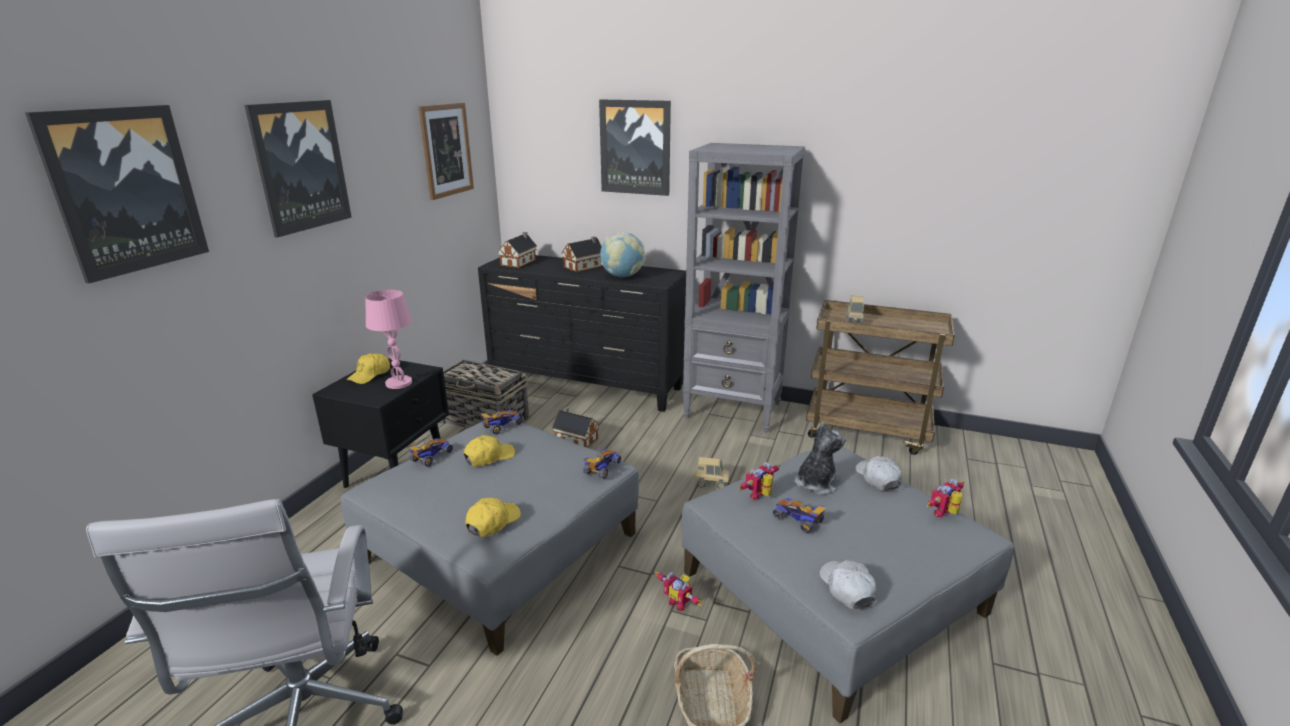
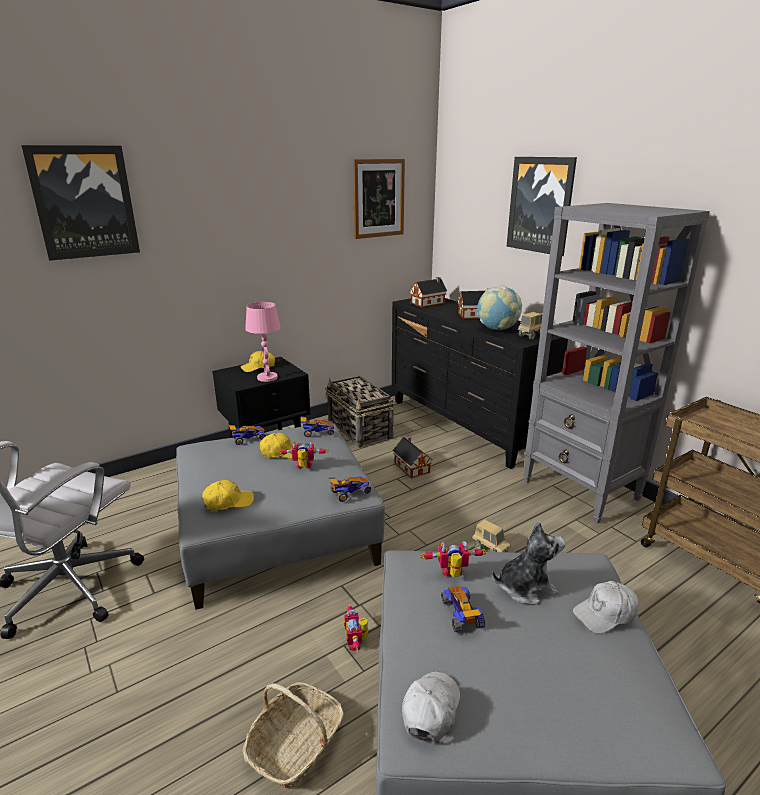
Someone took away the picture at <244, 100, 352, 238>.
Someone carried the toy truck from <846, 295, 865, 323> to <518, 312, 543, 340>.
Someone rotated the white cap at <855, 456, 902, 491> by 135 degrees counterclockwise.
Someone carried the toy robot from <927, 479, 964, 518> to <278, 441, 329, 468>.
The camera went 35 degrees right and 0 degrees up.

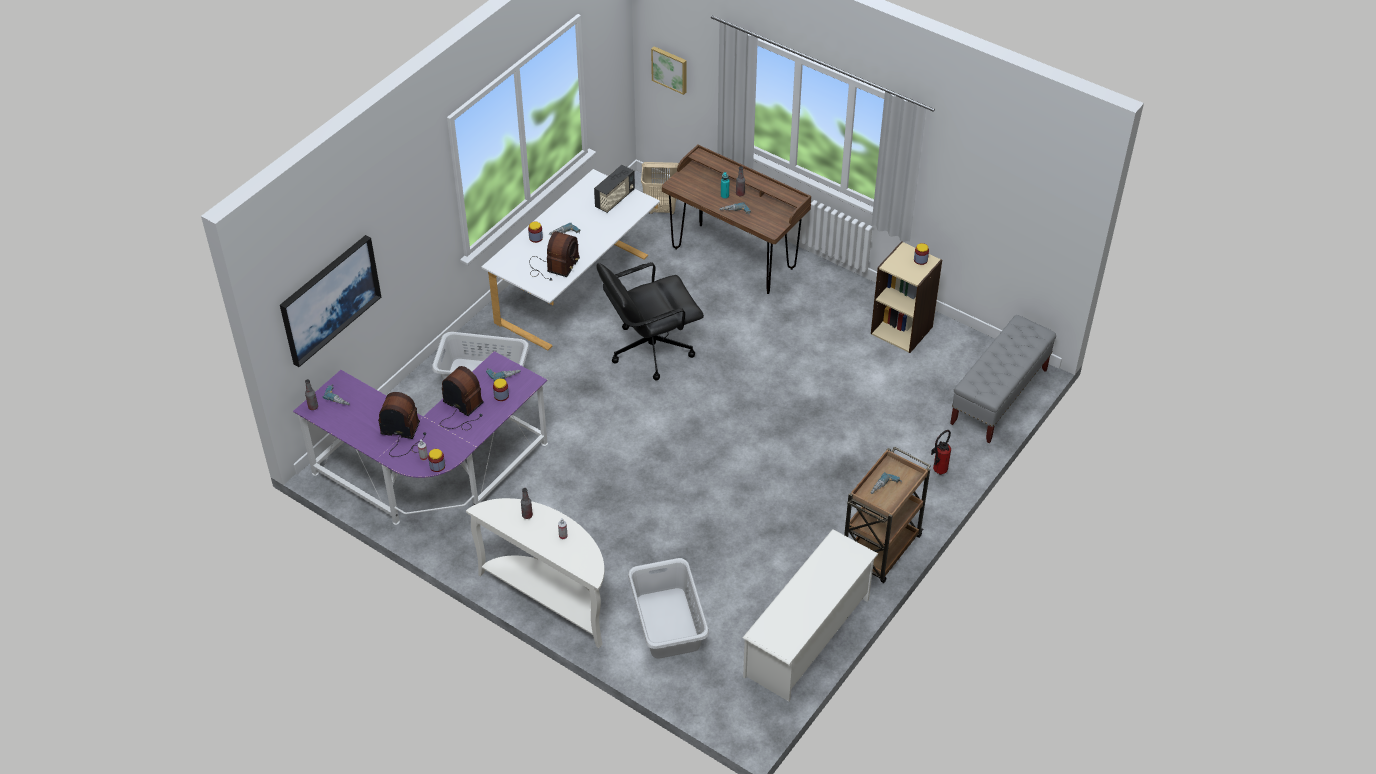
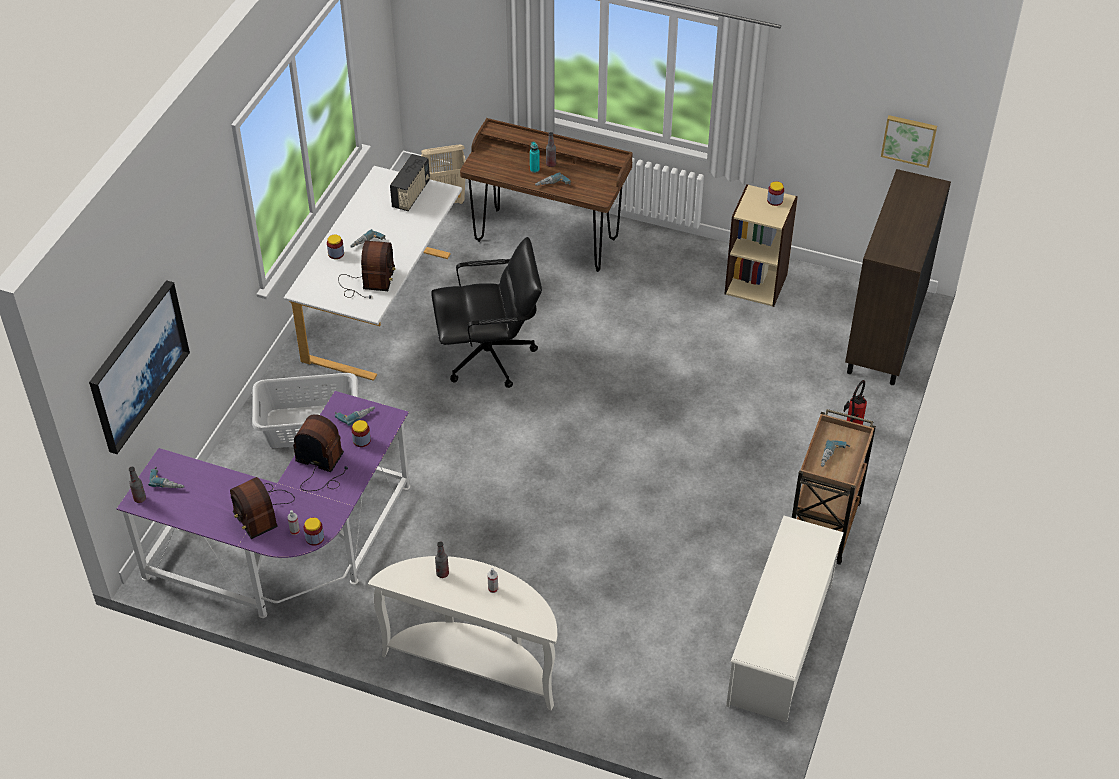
Someone carried the picture from <651, 46, 686, 95> to <881, 115, 937, 168>.
Someone rotated the black office chair at <597, 262, 704, 380> by 150 degrees counterclockwise.
Someone swapped the grey bench at <950, 315, 1056, 443> for the brown cabinet at <845, 169, 951, 385>.
Someone rotated the radio at <378, 392, 426, 457> by 120 degrees counterclockwise.
Someone took away the grey laundry basket at <628, 558, 709, 659>.
The camera went 15 degrees left and 0 degrees up.

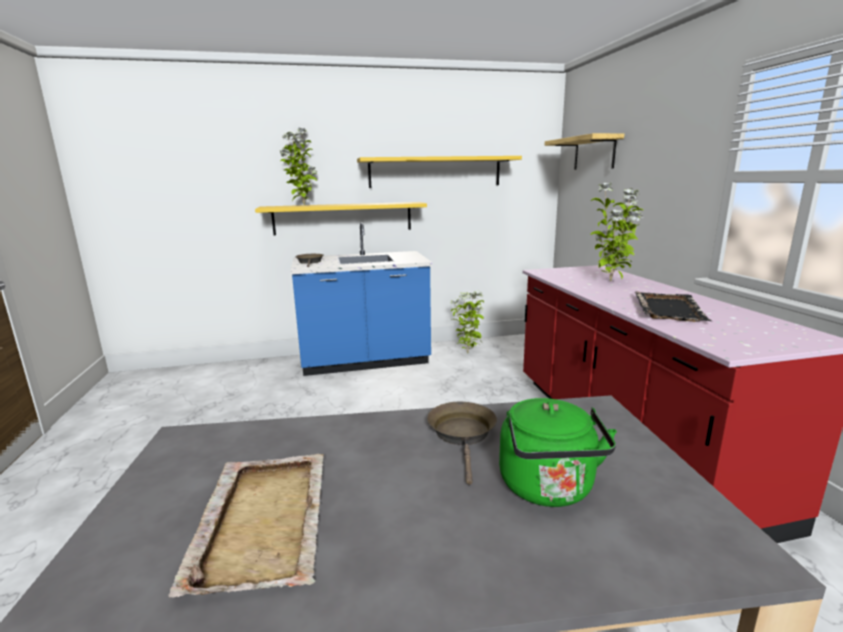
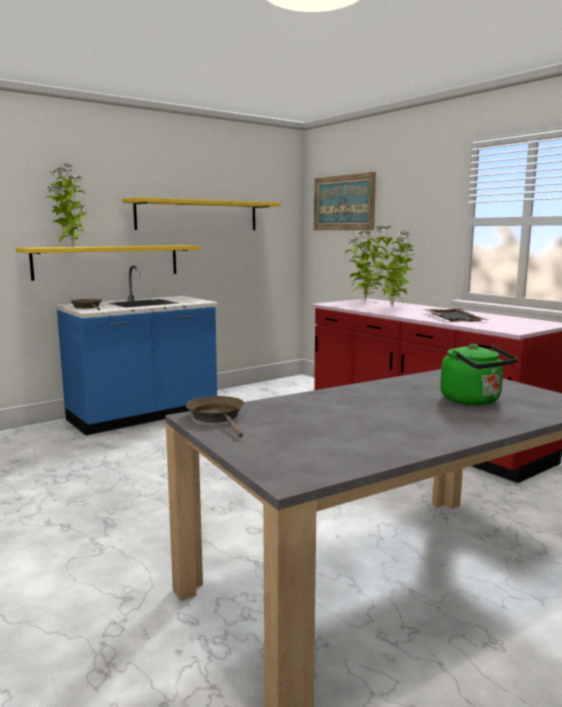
Someone swapped the shelf at <545, 133, 624, 170> for the picture at <314, 172, 376, 230>.
Someone carried the potted plant from <450, 290, 484, 354> to <345, 225, 386, 301>.
Someone carried the brown frying pan from <427, 402, 497, 485> to <186, 396, 244, 438>.
Someone took away the beige tray at <168, 454, 323, 598>.
The camera went 25 degrees left and 5 degrees down.

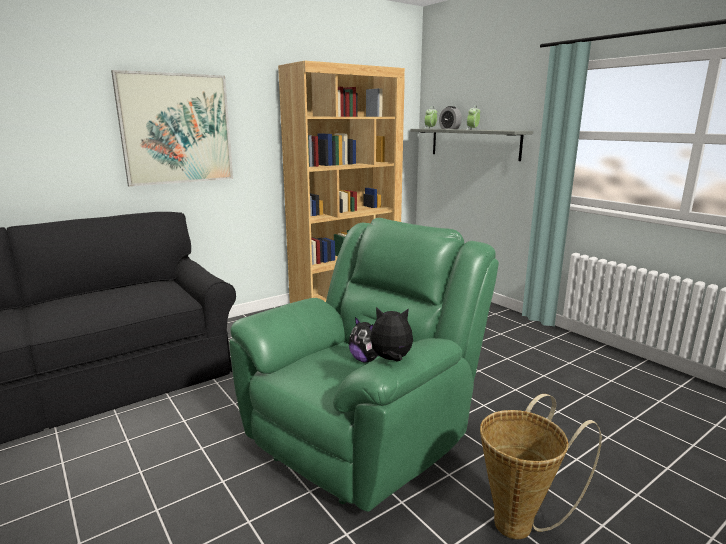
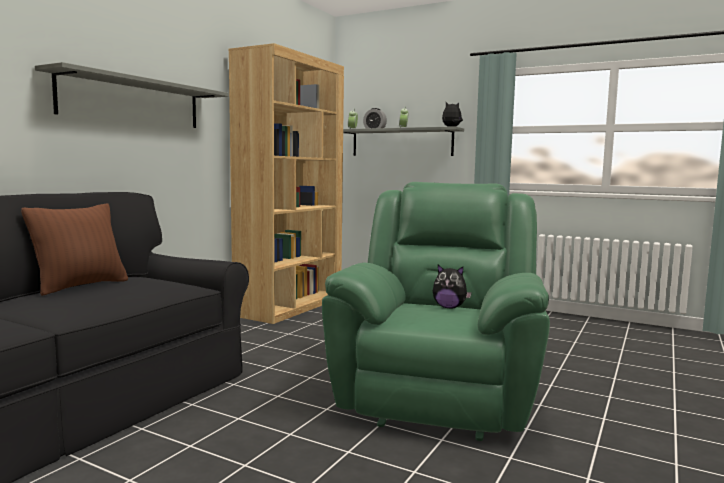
Someone swapped the picture at <111, 70, 233, 187> for the grey shelf at <35, 62, 229, 128>.
Someone carried the plush toy from <365, 307, 413, 362> to <442, 102, 463, 127>.
Someone took away the basket at <480, 394, 602, 539>.
Someone put down the brown pillow at <21, 204, 128, 296>.
The camera went 25 degrees left and 10 degrees down.

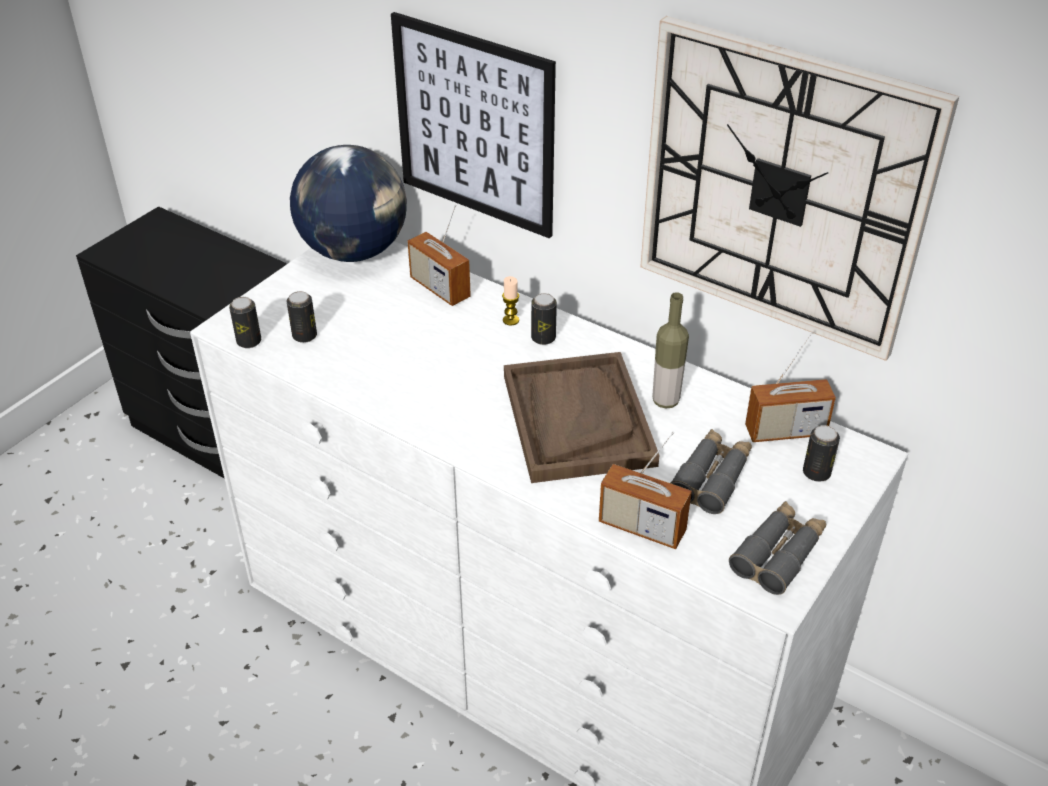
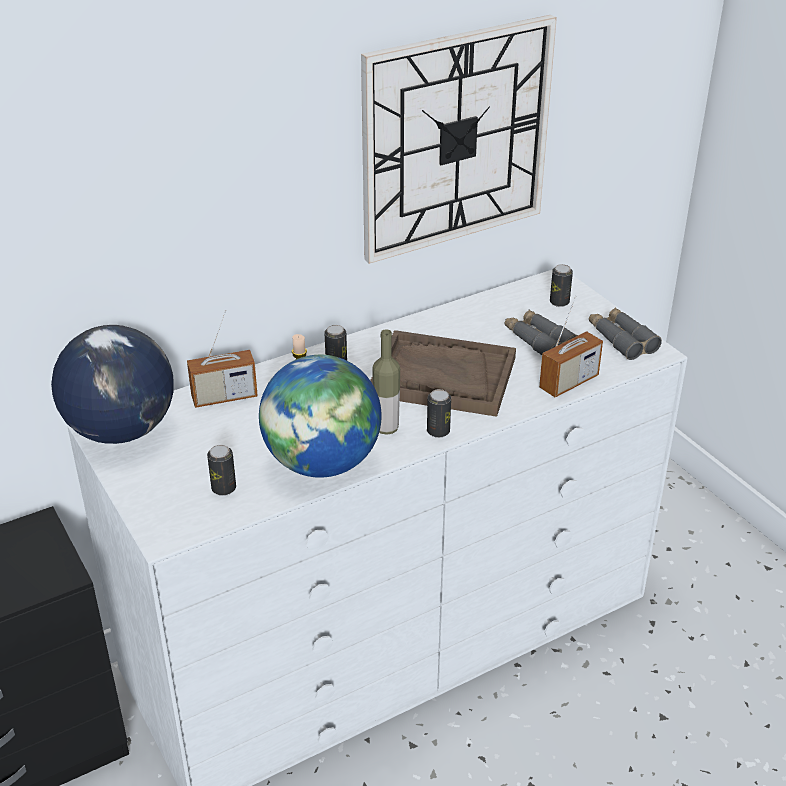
Someone took away the picture at <391, 12, 556, 238>.
Someone carried the bottle from <652, 292, 689, 409> to <372, 329, 400, 435>.
Someone carried the can from <229, 297, 261, 348> to <427, 389, 451, 438>.
Someone took away the radio at <745, 332, 836, 442>.
Someone put down the globe at <259, 355, 382, 478>.
The camera went 65 degrees left and 5 degrees down.

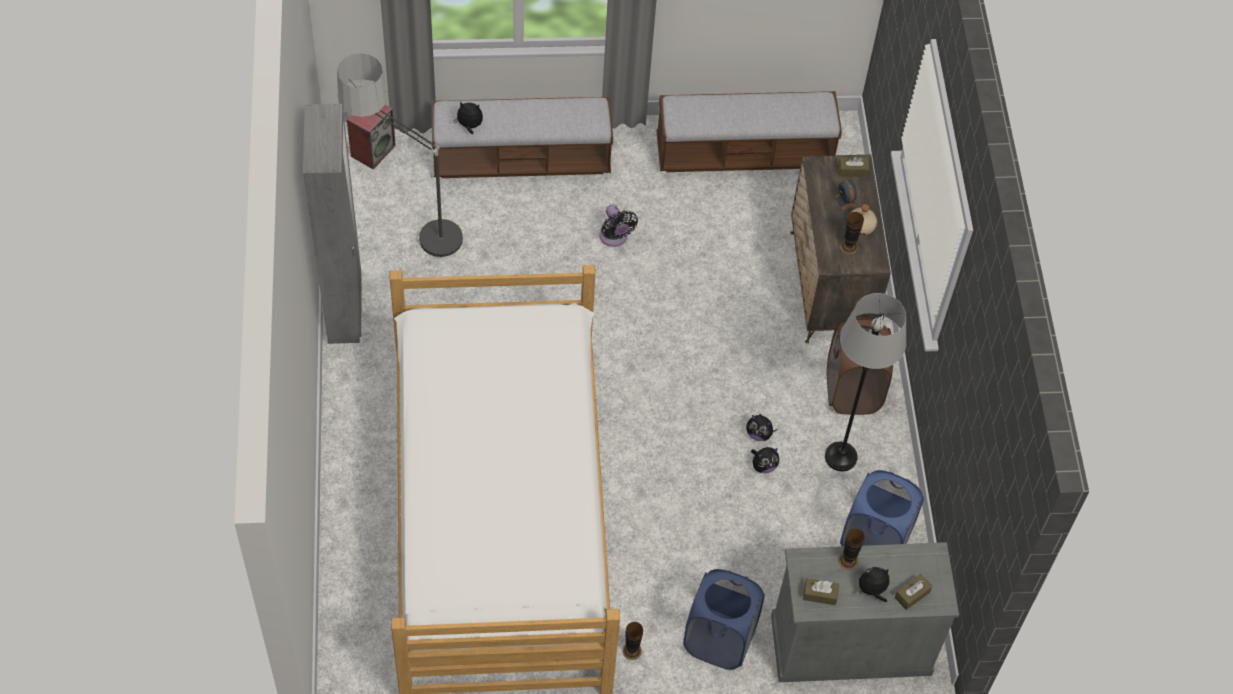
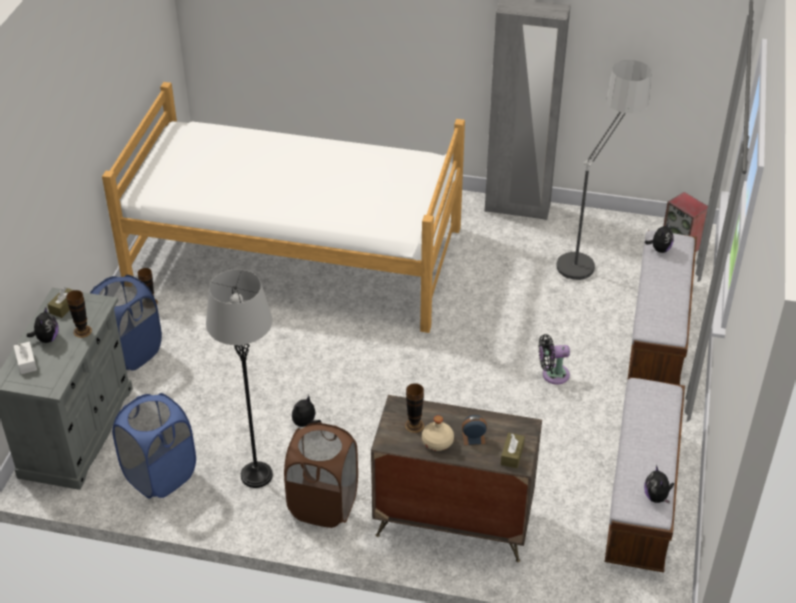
Someone carried the plush toy from <751, 447, 779, 473> to <644, 465, 674, 504>.
Someone repainted the brown tissue box at <895, 574, 933, 610>, which became the white tissue box at <14, 342, 37, 374>.
The camera went 110 degrees right and 15 degrees down.

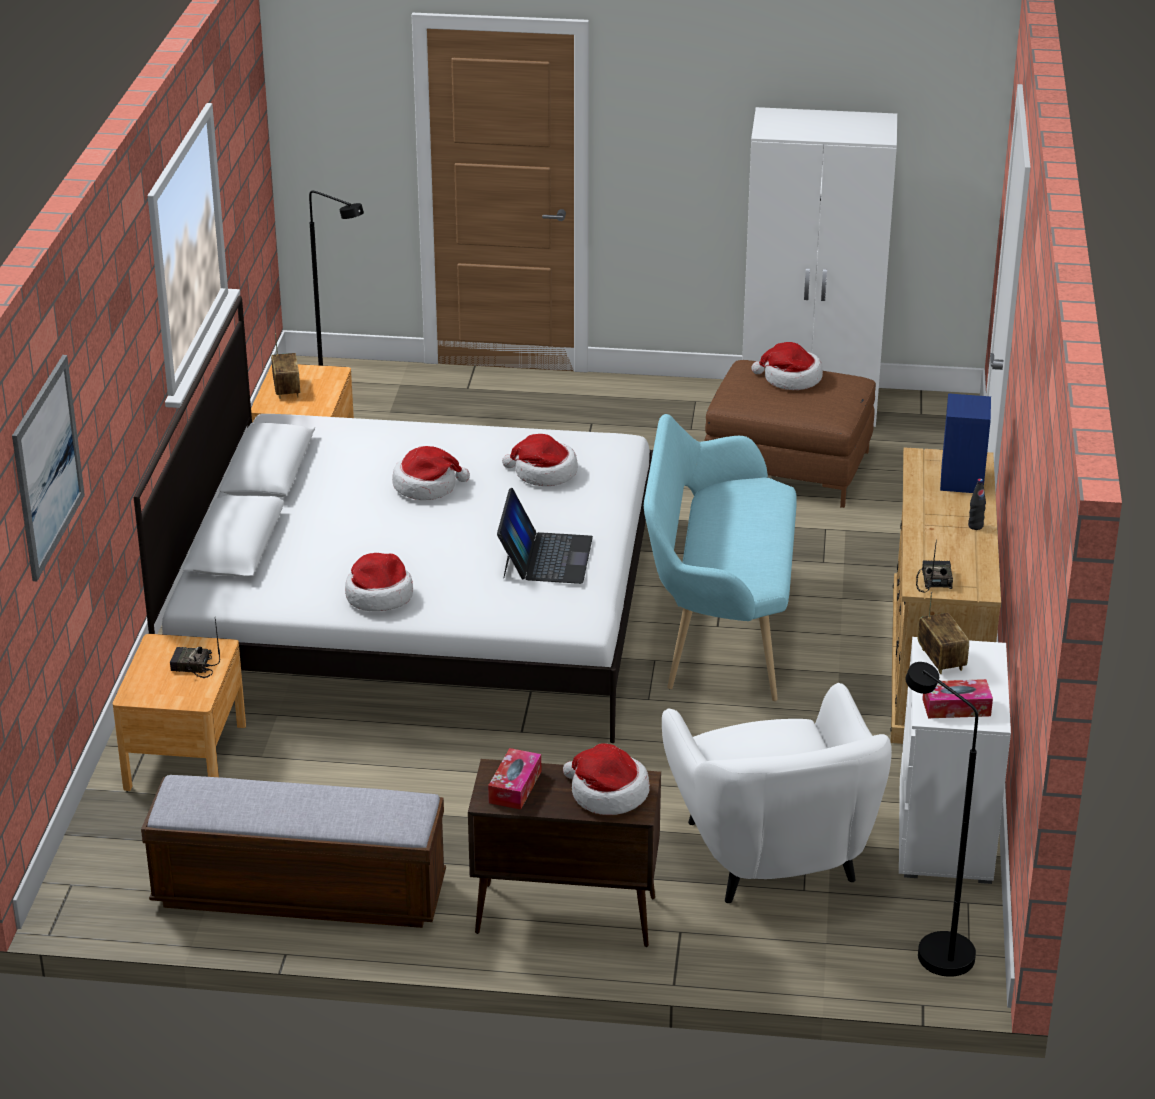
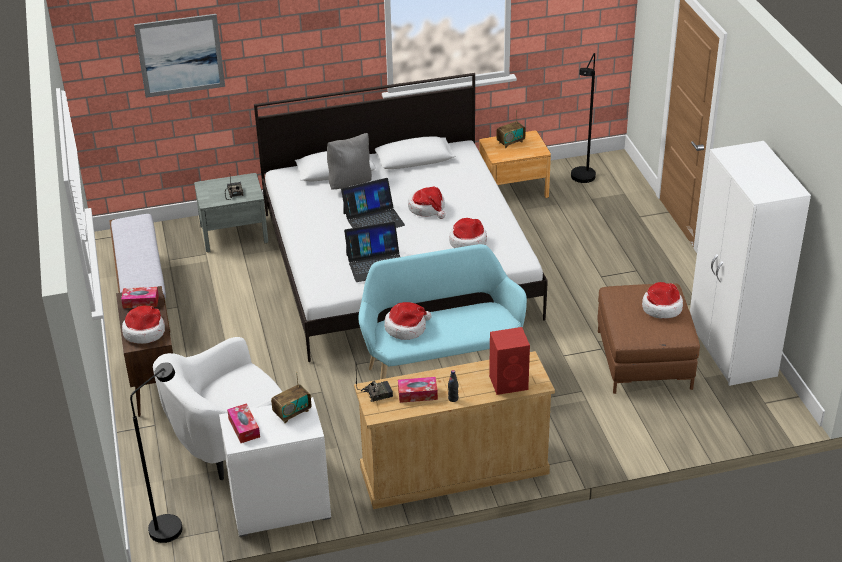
Someone repainted the blue speaker at <940, 393, 991, 493>, which became the red speaker at <489, 327, 530, 395>.
Someone carried the hat from <345, 553, 413, 611> to <384, 302, 432, 340>.
Someone repainted the brown nightstand at <113, 634, 246, 791>, which became the grey nightstand at <194, 173, 268, 252>.
Someone put down the grey pillow at <327, 133, 372, 190>.
Someone put down the laptop at <341, 178, 405, 228>.
Someone put down the tissue box at <398, 377, 438, 403>.
The camera went 70 degrees right and 5 degrees up.

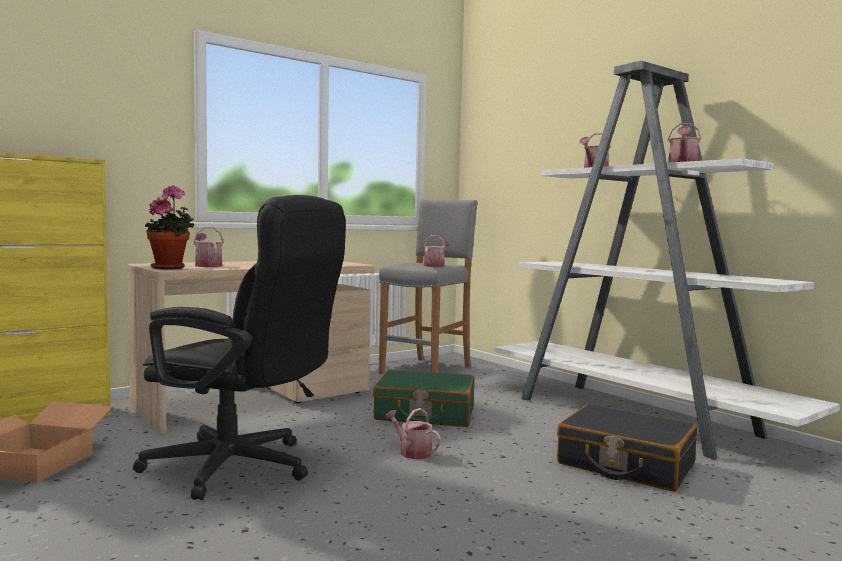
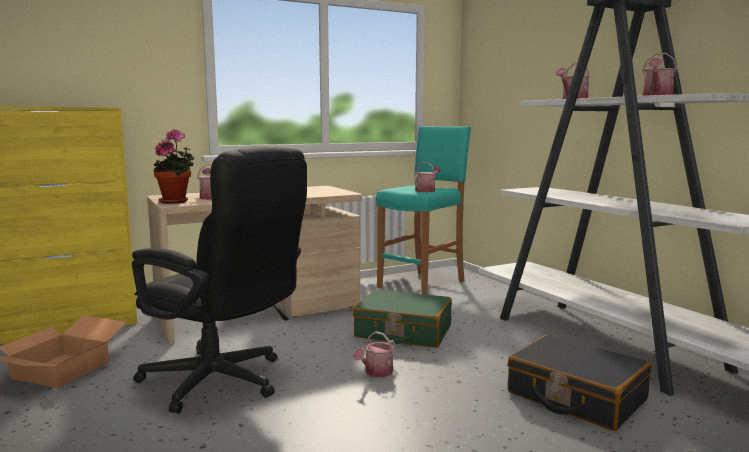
Someone repainted the grey stool at <379, 200, 478, 374>, which became the turquoise stool at <376, 126, 471, 295>.
Someone rotated the watering can at <385, 408, 441, 459> by 105 degrees counterclockwise.
The camera went 10 degrees right and 5 degrees up.

